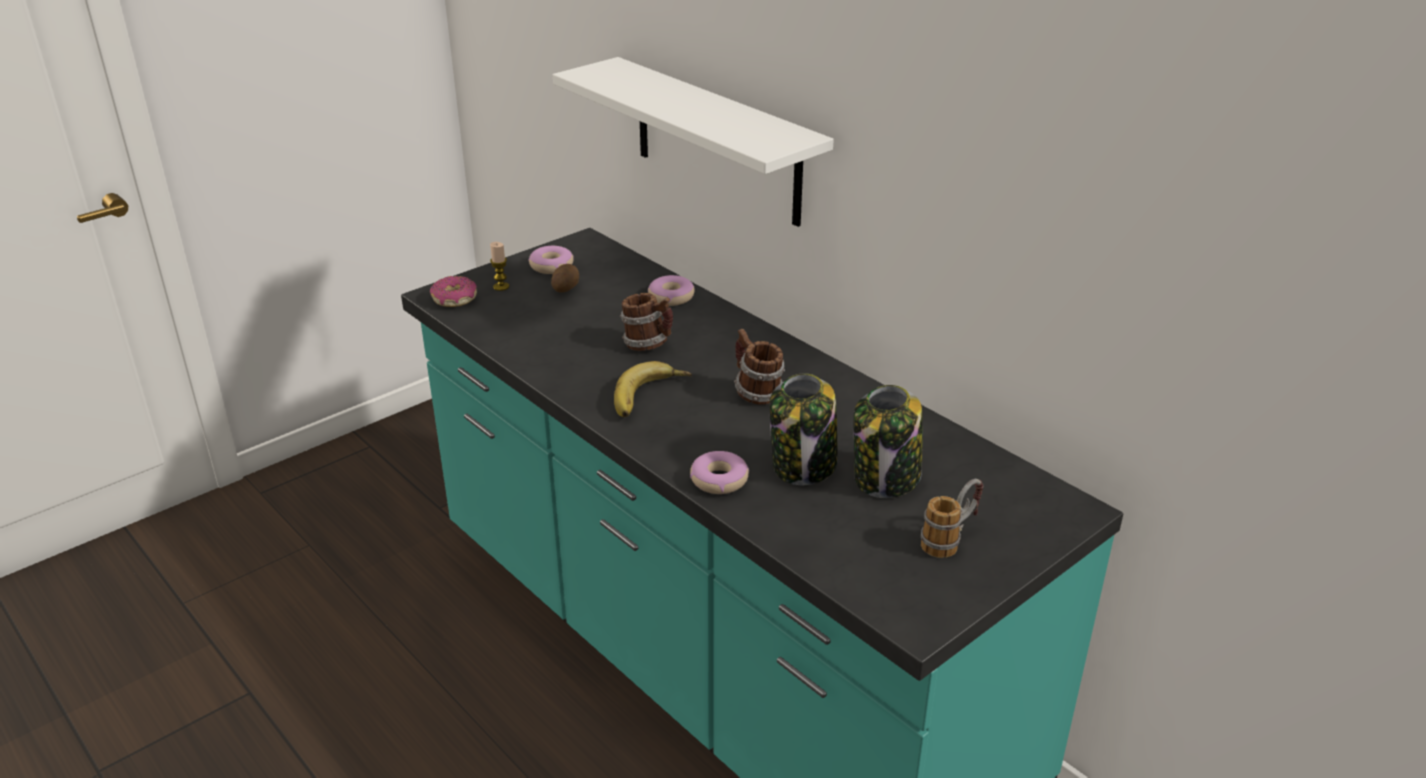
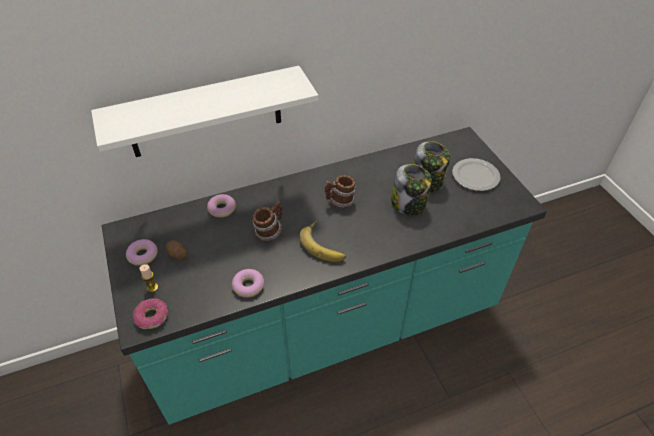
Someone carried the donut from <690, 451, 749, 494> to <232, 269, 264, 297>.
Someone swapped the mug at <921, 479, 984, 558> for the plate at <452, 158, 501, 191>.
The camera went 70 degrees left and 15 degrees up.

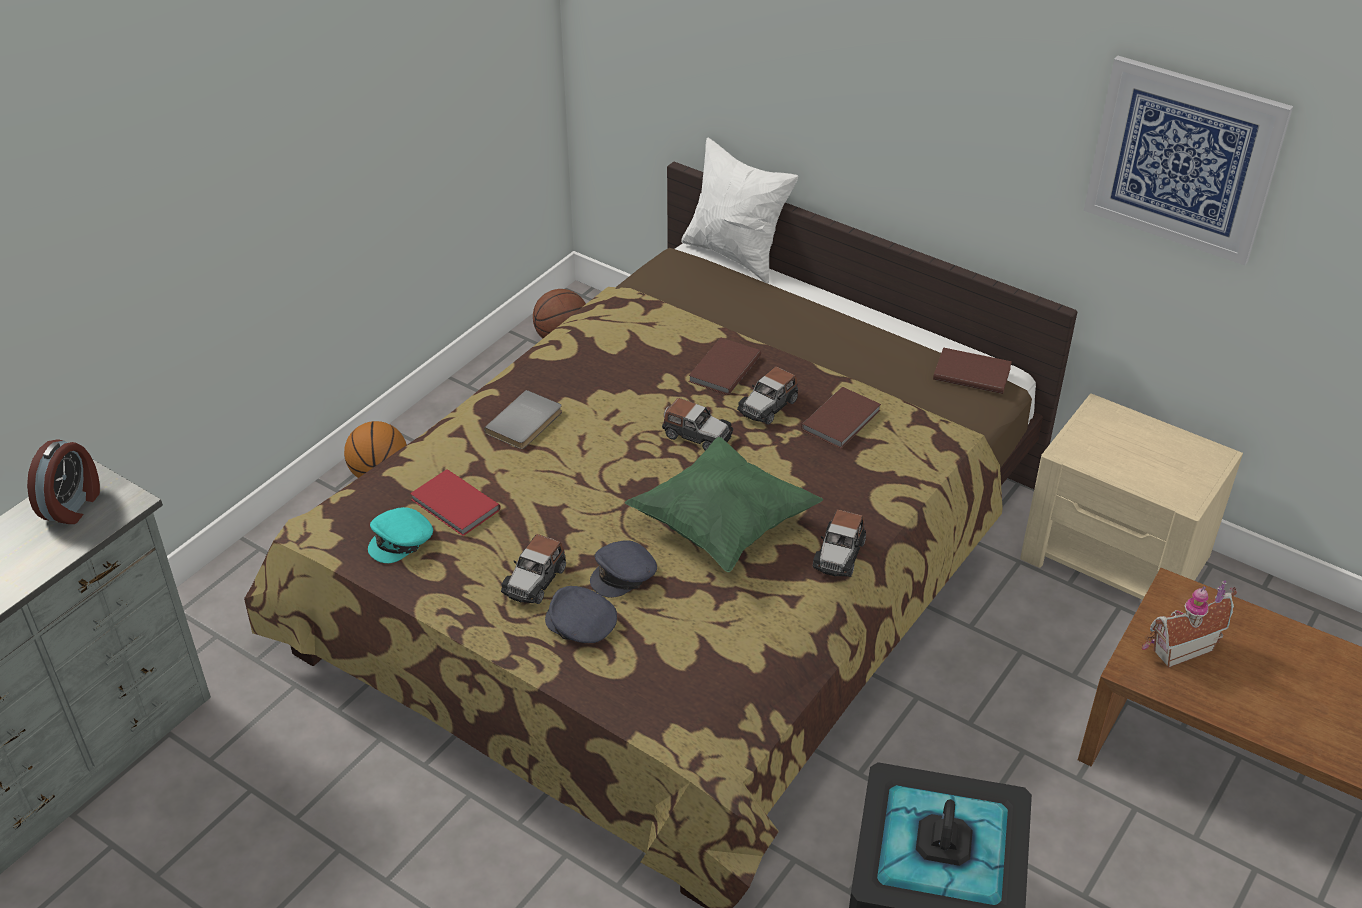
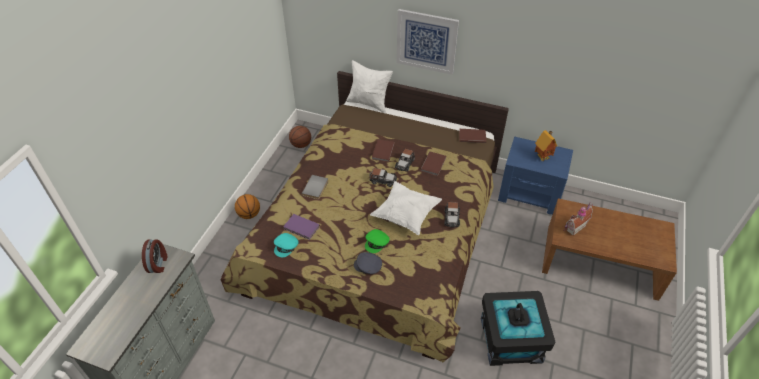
Someone carried the picture from <1084, 56, 1293, 265> to <396, 9, 459, 75>.
Someone repainted the beige nightstand at <1020, 393, 1243, 600>, which became the blue nightstand at <498, 137, 573, 215>.
Someone repainted the green pillow at <625, 437, 823, 572>, which became the white pillow at <370, 181, 442, 235>.
Someone repainted the red book at <410, 469, 501, 536>, which became the purple book at <283, 214, 320, 240>.
Someone took away the toy car at <501, 534, 566, 604>.
Someone repainted the grey cap at <590, 540, 657, 598>, which became the green cap at <365, 229, 390, 253>.
Someone put down the toy house at <535, 130, 557, 162>.
The camera went 15 degrees left and 5 degrees up.

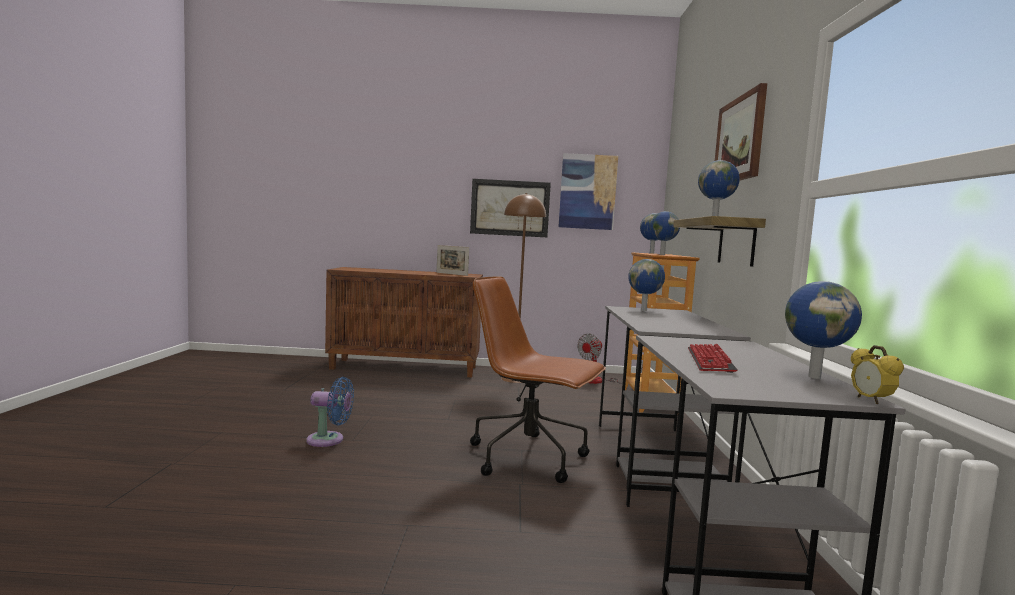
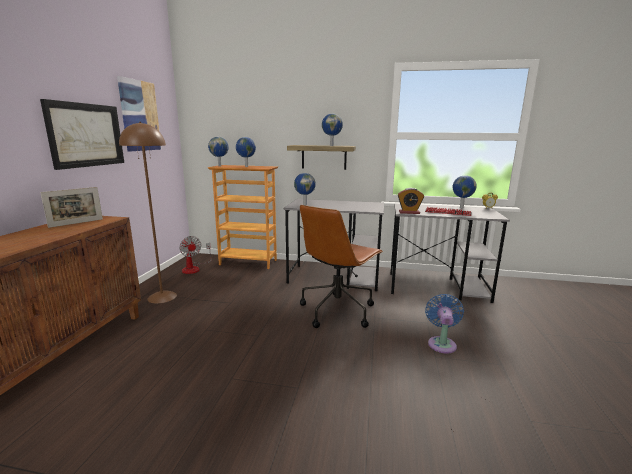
Someone took away the picture at <715, 83, 767, 180>.
Someone carried the blue fan from <306, 377, 354, 447> to <425, 294, 464, 353>.
Someone put down the alarm clock at <398, 188, 424, 214>.
The camera went 80 degrees left and 10 degrees up.

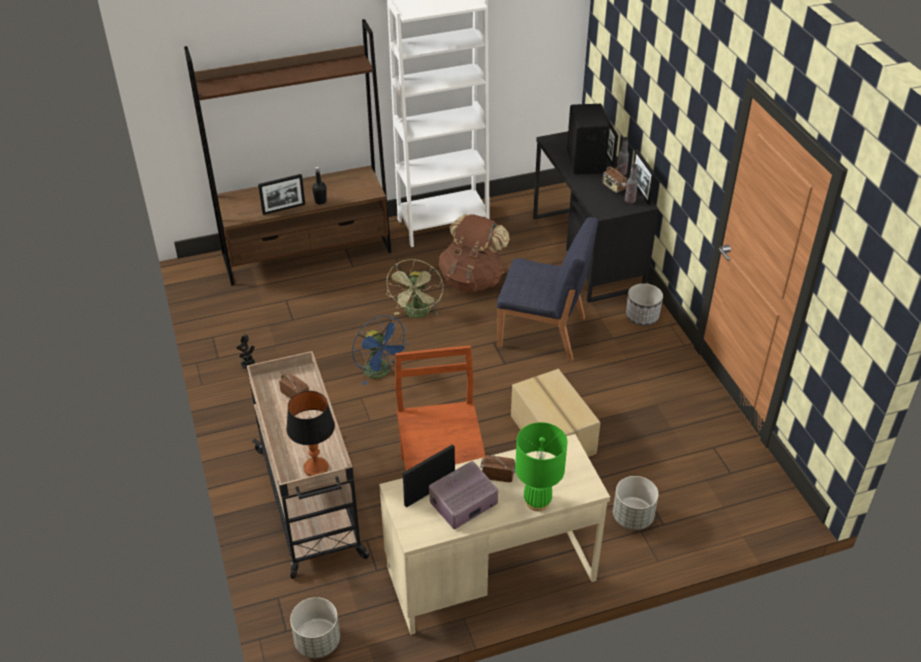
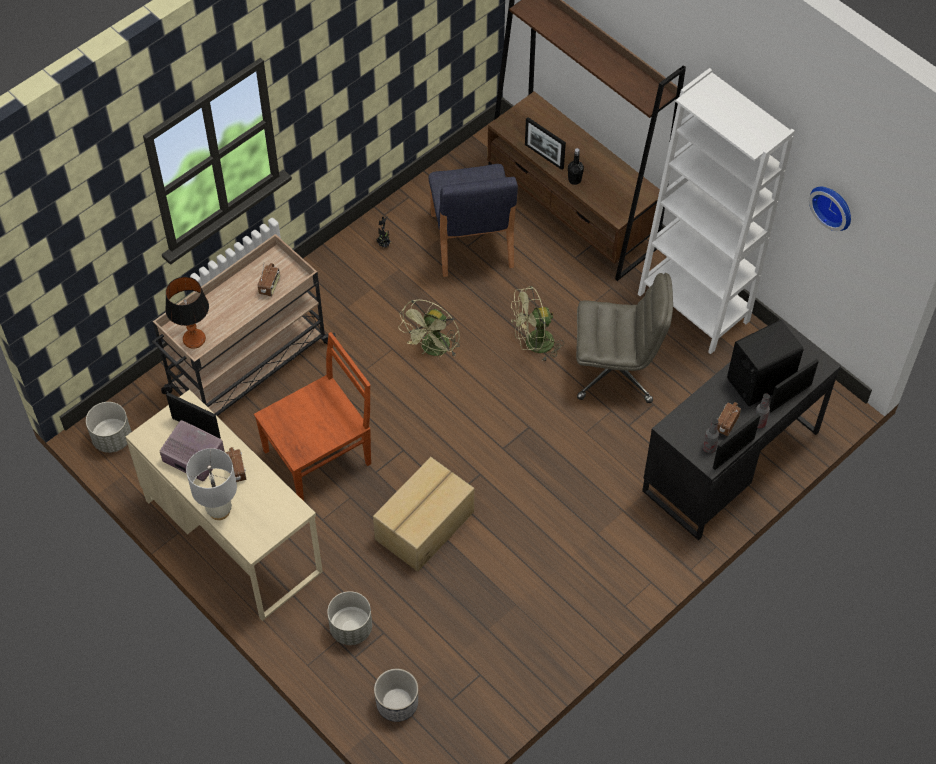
Someone swapped the brown backpack at <439, 214, 510, 293> for the grey office chair at <576, 273, 673, 403>.
Someone carried the blue chair from <497, 217, 598, 361> to <429, 164, 518, 277>.
Someone carried the planter from <626, 283, 663, 326> to <374, 669, 418, 722>.
Someone repainted the blue fan at <352, 316, 410, 385>, which became the green fan at <398, 300, 460, 358>.
Someone repainted the green table lamp at <515, 422, 567, 511>, which became the white table lamp at <186, 448, 237, 520>.
Someone put up the wall clock at <809, 187, 851, 231>.
The camera went 65 degrees right and 15 degrees up.

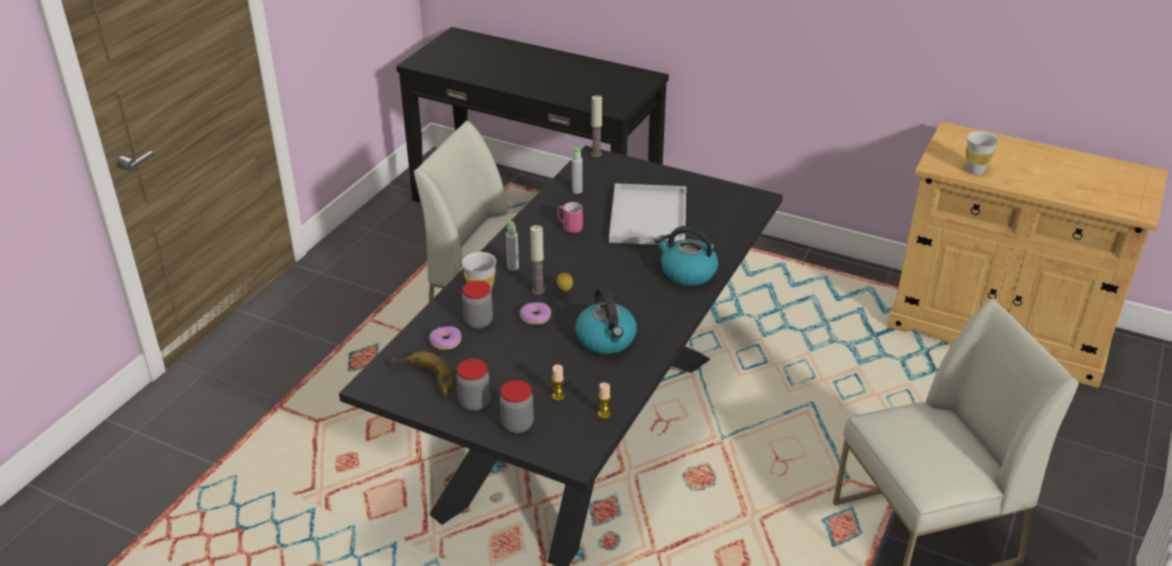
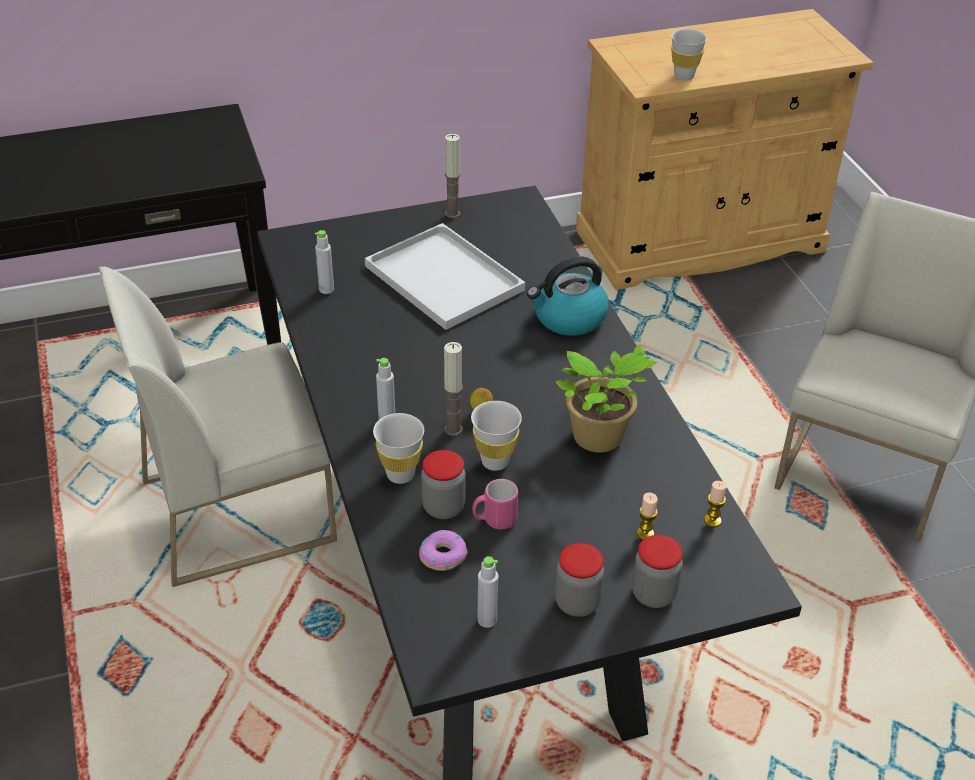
Someone carried the candle from <591, 95, 603, 157> to <445, 134, 461, 218>.
Someone carried the pink mug from <557, 202, 583, 233> to <472, 479, 518, 530>.
Someone swapped the kettle at <575, 287, 637, 354> for the potted plant at <556, 345, 657, 452>.
Someone swapped the donut at <519, 302, 551, 325> for the white cup at <471, 401, 522, 471>.
Someone swapped the banana at <389, 351, 453, 399> for the grey bottle at <477, 556, 498, 628>.
The camera went 45 degrees left and 5 degrees up.

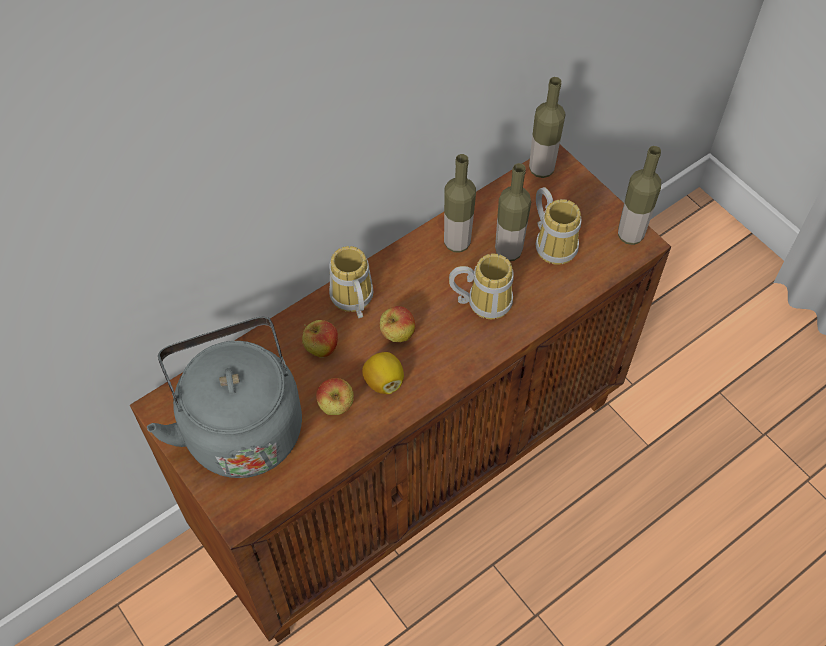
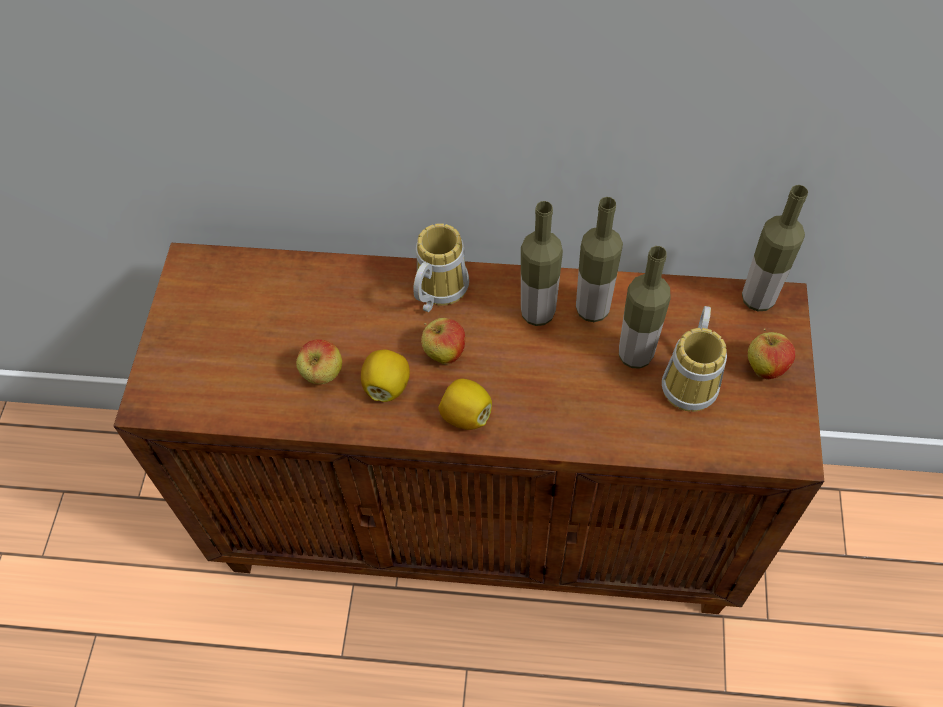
Someone carried the bottle from <618, 146, 661, 245> to <521, 201, 563, 326>.
Someone took away the mug at <449, 254, 514, 319>.
Someone took away the grey kettle at <147, 317, 302, 478>.
Someone carried the apple from <302, 320, 338, 358> to <748, 328, 795, 380>.
Someone put down the lemon at <438, 379, 492, 430>.
The camera went 45 degrees right and 0 degrees up.

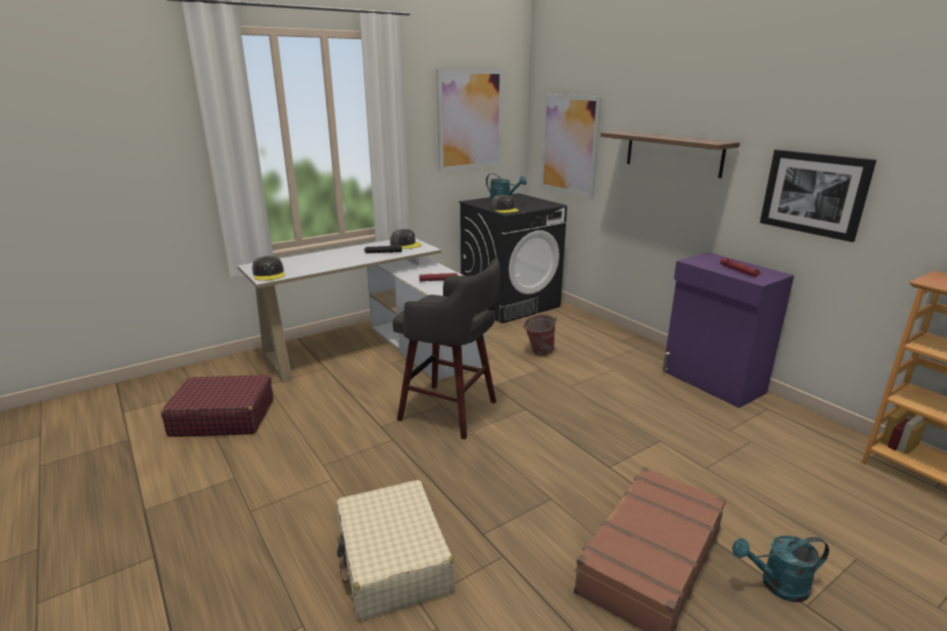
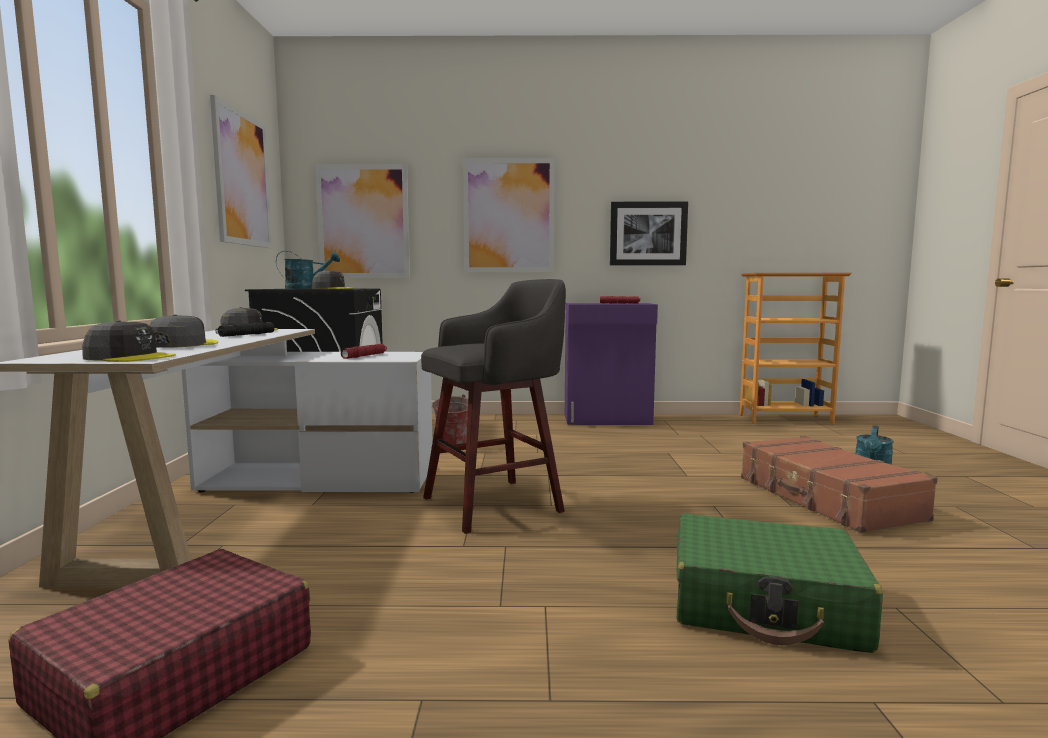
Someone swapped the shelf at <600, 131, 740, 178> for the picture at <463, 158, 555, 272>.
Someone repainted the beige suitcase at <336, 480, 454, 621>, which became the green suitcase at <677, 513, 883, 653>.
Someone put down the grey cap at <149, 314, 218, 348>.
The camera went 55 degrees left and 15 degrees down.

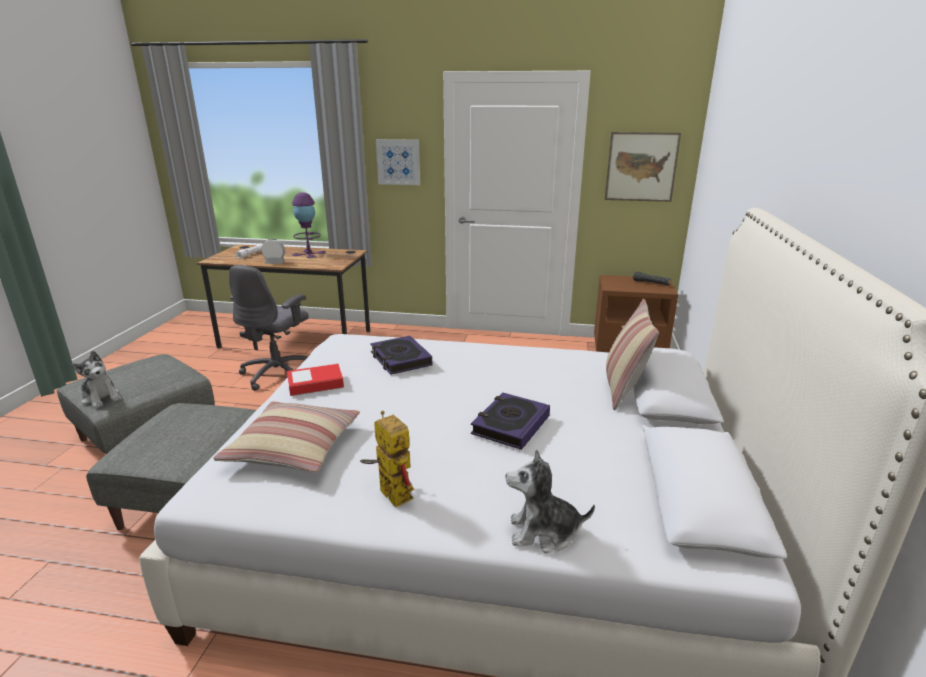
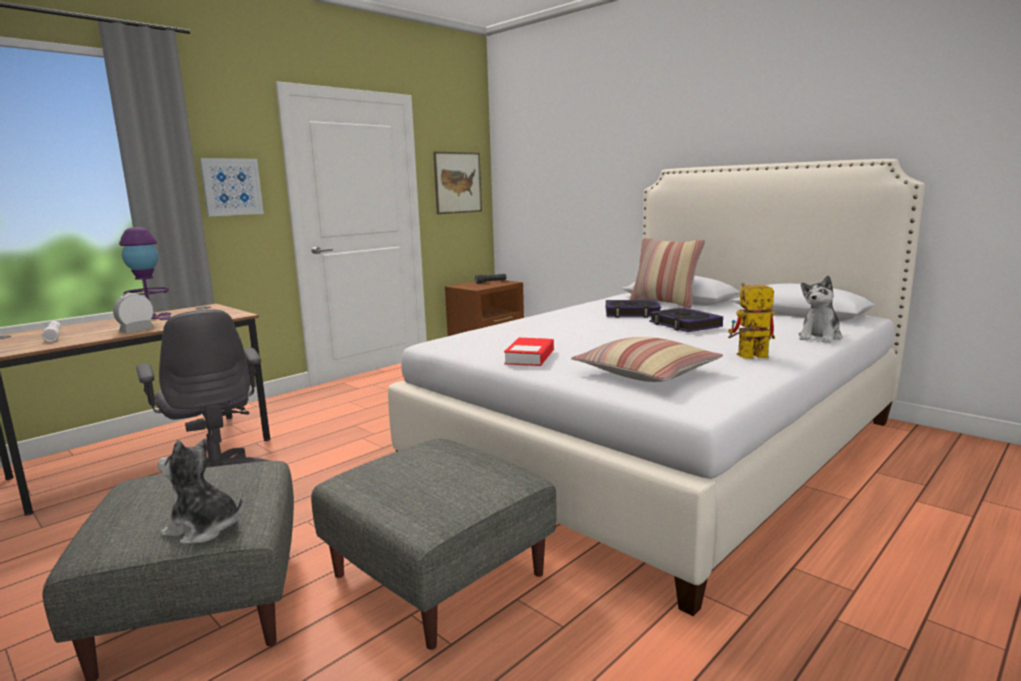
Someone carried the book from <370, 336, 432, 375> to <606, 300, 661, 318>.
Someone rotated the plush toy at <72, 351, 121, 408> by 150 degrees counterclockwise.
The camera went 55 degrees left and 10 degrees down.

